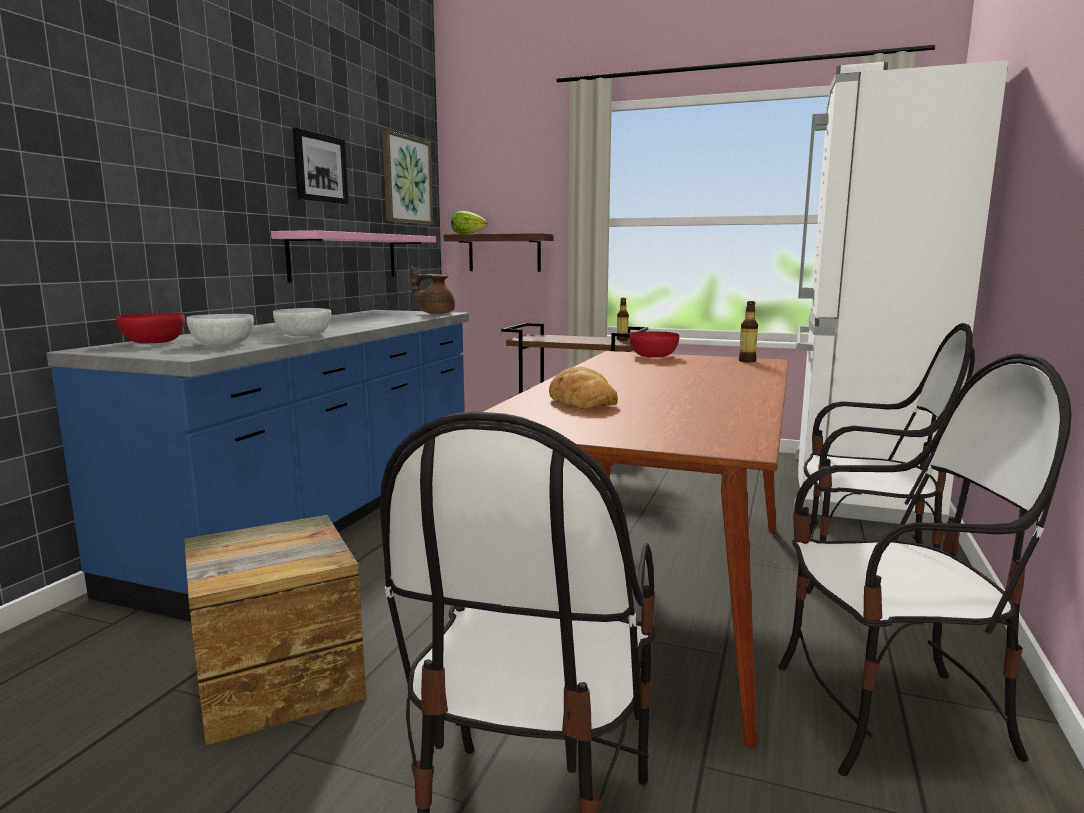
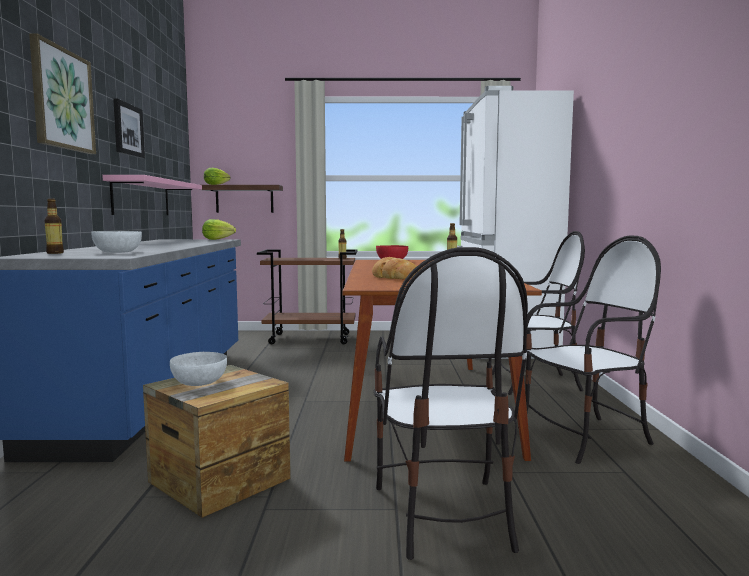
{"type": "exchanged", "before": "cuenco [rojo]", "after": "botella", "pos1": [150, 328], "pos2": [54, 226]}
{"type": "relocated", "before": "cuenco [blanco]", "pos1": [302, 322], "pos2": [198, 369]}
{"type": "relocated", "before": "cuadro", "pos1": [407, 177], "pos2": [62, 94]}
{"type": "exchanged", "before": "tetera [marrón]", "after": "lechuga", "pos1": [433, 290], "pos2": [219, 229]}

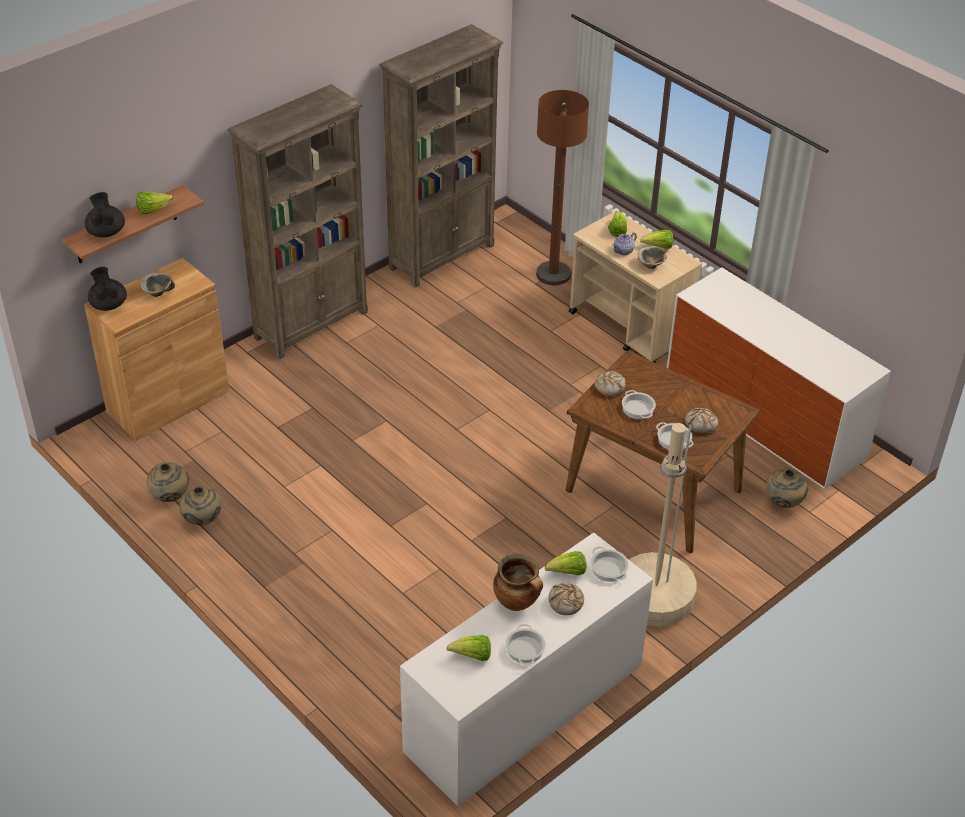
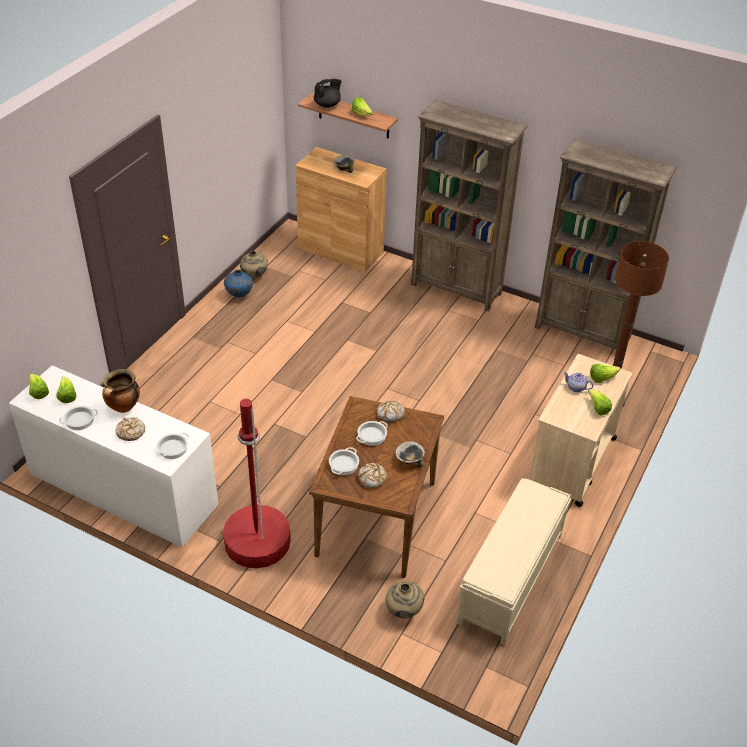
{"type": "missing", "before": "tetera [negro]", "pos1": [107, 289]}
{"type": "colour", "before": "florero [beis]", "after": "florero [azul]", "pos1": [200, 506], "pos2": [238, 283]}
{"type": "relocated", "before": "lechuga", "pos1": [565, 563], "pos2": [39, 386]}
{"type": "colour", "before": "lámpara de pie [beis]", "after": "lámpara de pie [rojo]", "pos1": [663, 524], "pos2": [257, 483]}
{"type": "relocated", "before": "cuenco", "pos1": [652, 257], "pos2": [410, 454]}
{"type": "exchanged", "before": "cómoda", "after": "banco [beis]", "pos1": [779, 378], "pos2": [514, 562]}

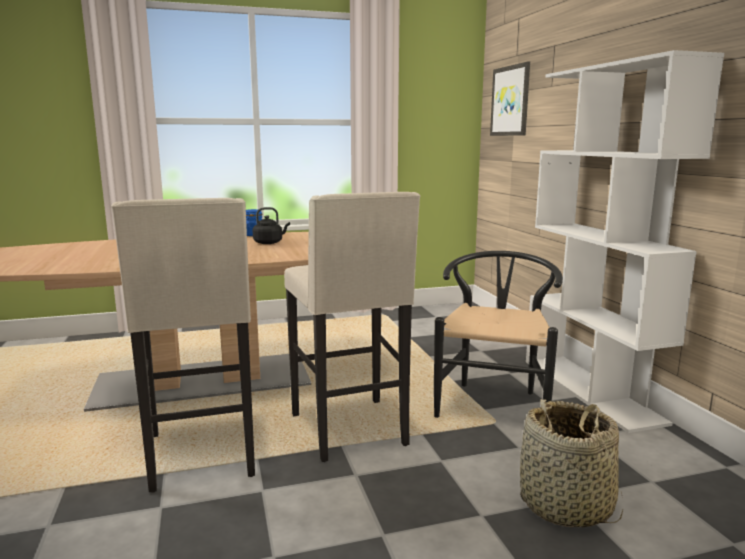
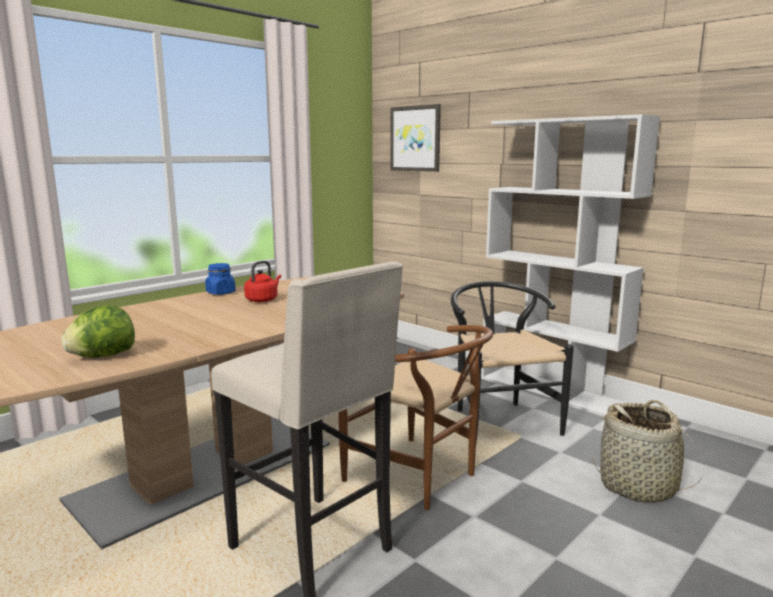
{"type": "colour", "before": "hervidor [negro]", "after": "hervidor [rojo]", "pos1": [271, 225], "pos2": [262, 281]}
{"type": "exchanged", "before": "taburete [beis]", "after": "silla [marrón]", "pos1": [352, 327], "pos2": [415, 417]}
{"type": "appeared", "after": "lechuga", "pos2": [98, 331]}

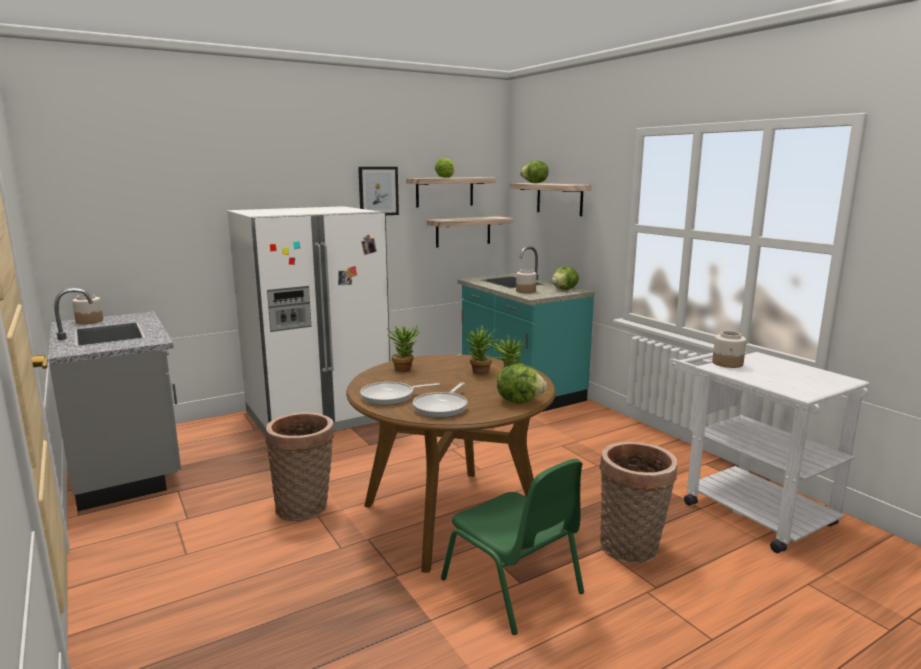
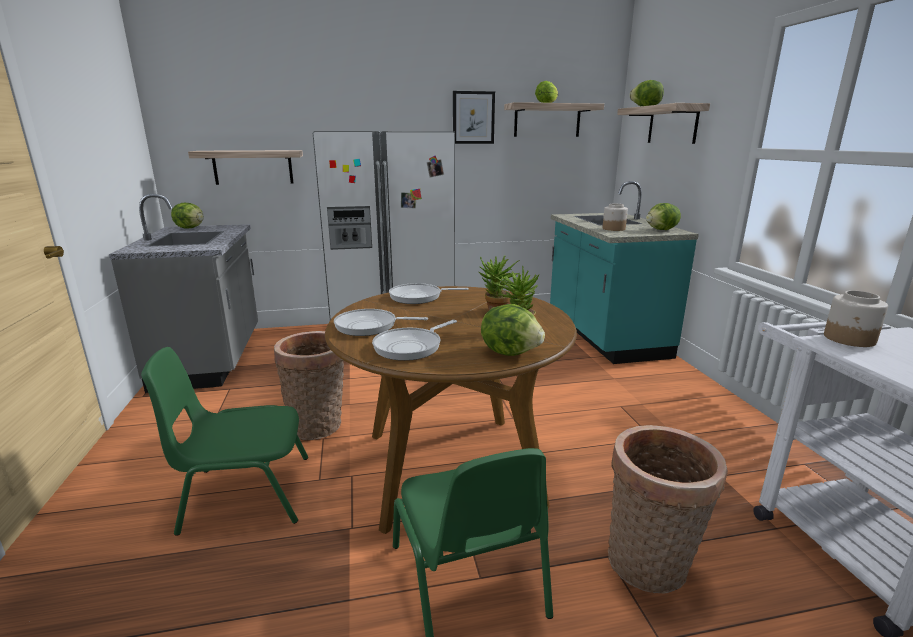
{"type": "exchanged", "before": "tarro", "after": "lechuga", "pos1": [87, 309], "pos2": [187, 215]}
{"type": "exchanged", "before": "planta en maceta", "after": "sartén", "pos1": [402, 348], "pos2": [429, 293]}
{"type": "relocated", "before": "estante", "pos1": [470, 232], "pos2": [245, 167]}
{"type": "appeared", "after": "silla [verde]", "pos2": [224, 441]}

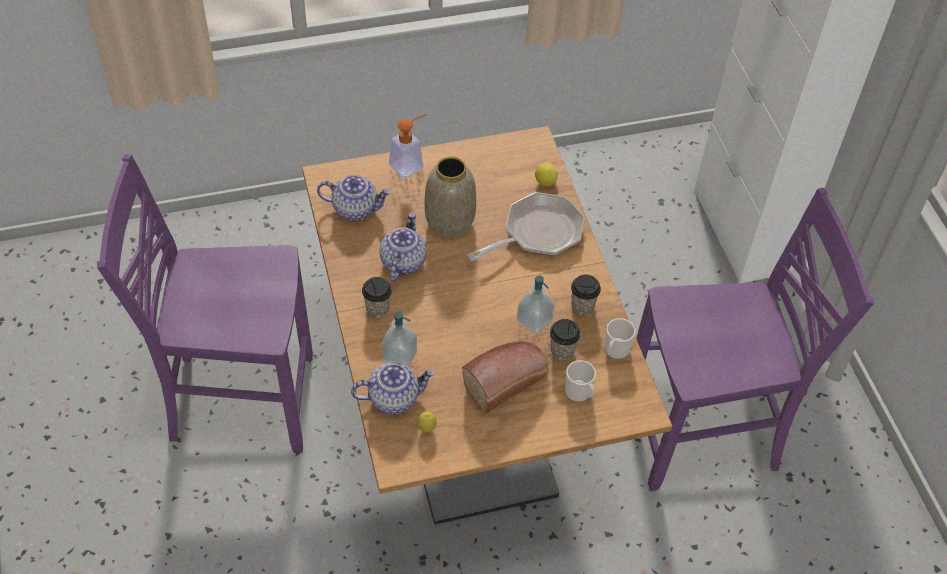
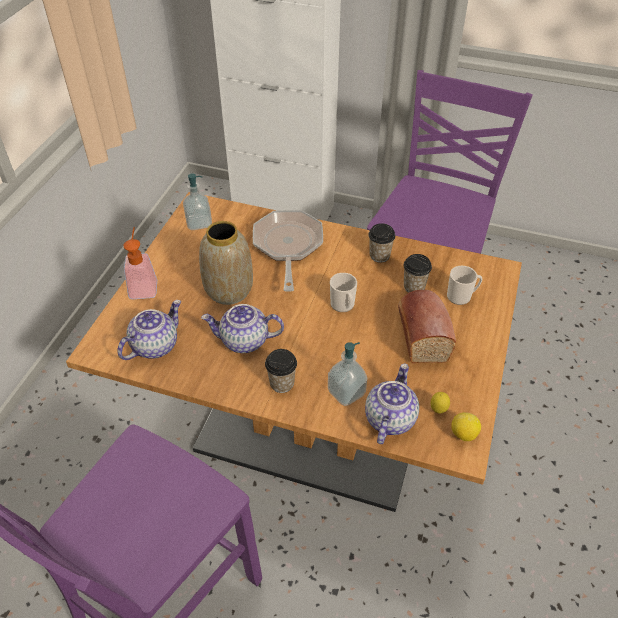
{"type": "spun", "before": "tetera", "pos1": [403, 246], "pos2": [242, 328], "turn": -45}
{"type": "relocated", "before": "dispensador de jabón", "pos1": [536, 304], "pos2": [197, 201]}
{"type": "relocated", "before": "limón", "pos1": [546, 174], "pos2": [466, 426]}
{"type": "relocated", "before": "taza grande", "pos1": [620, 338], "pos2": [343, 292]}

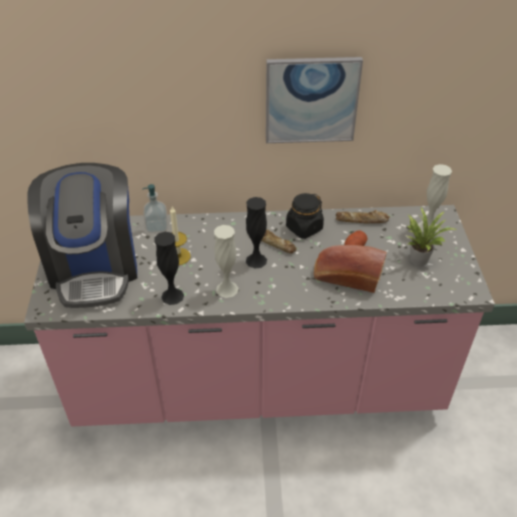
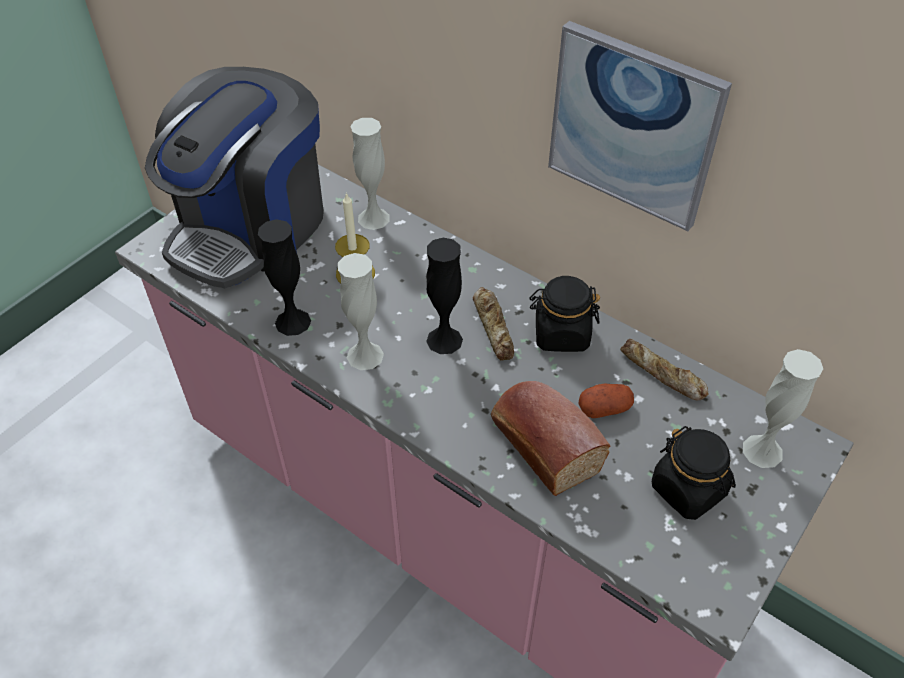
{"type": "exchanged", "before": "dispensador de jabón", "after": "florero [blanco]", "pos1": [155, 208], "pos2": [369, 174]}
{"type": "exchanged", "before": "planta en maceta", "after": "tarro [negro]", "pos1": [432, 237], "pos2": [694, 473]}

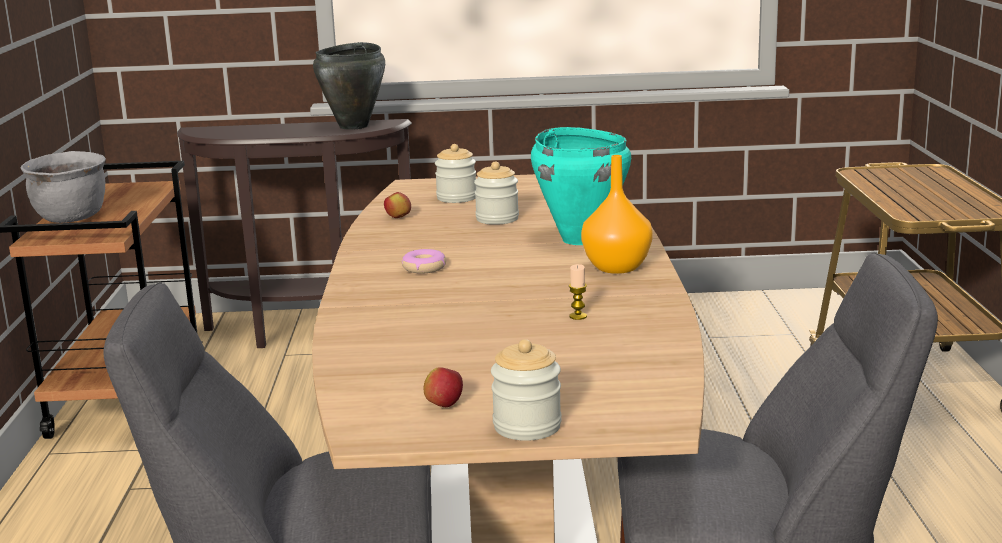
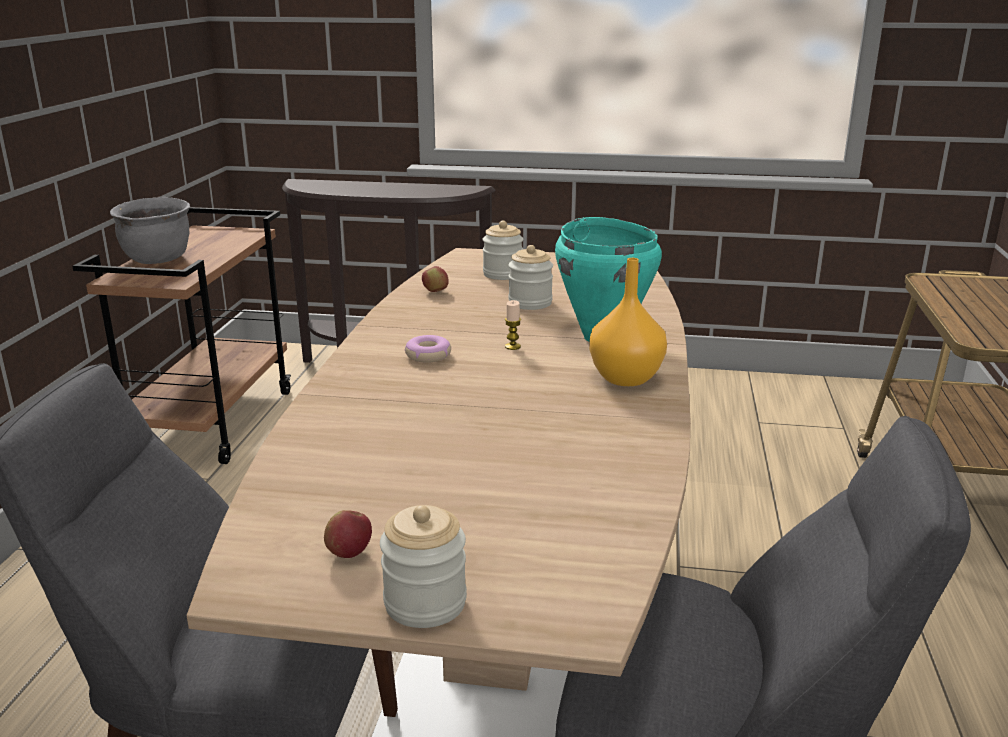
{"type": "missing", "before": "olla [negro]", "pos1": [349, 86]}
{"type": "relocated", "before": "vela", "pos1": [578, 292], "pos2": [513, 325]}

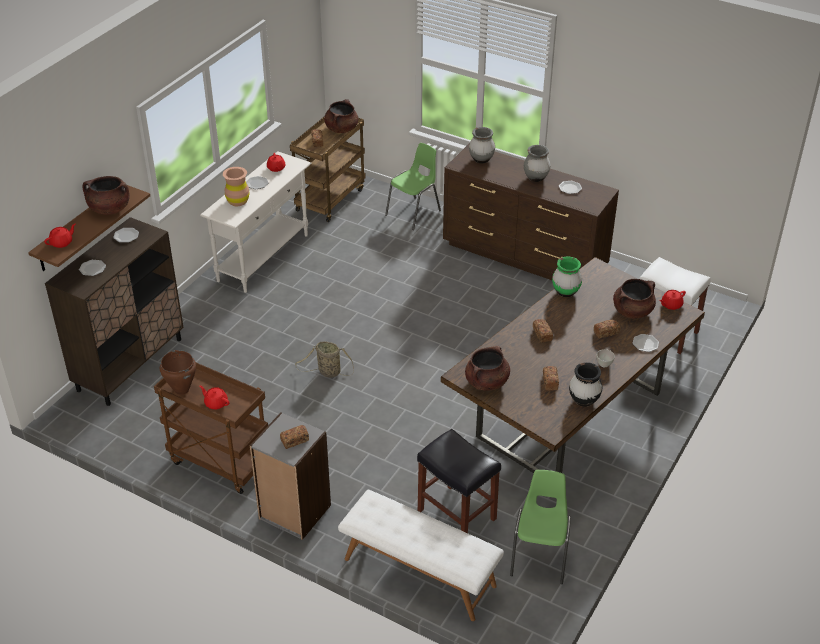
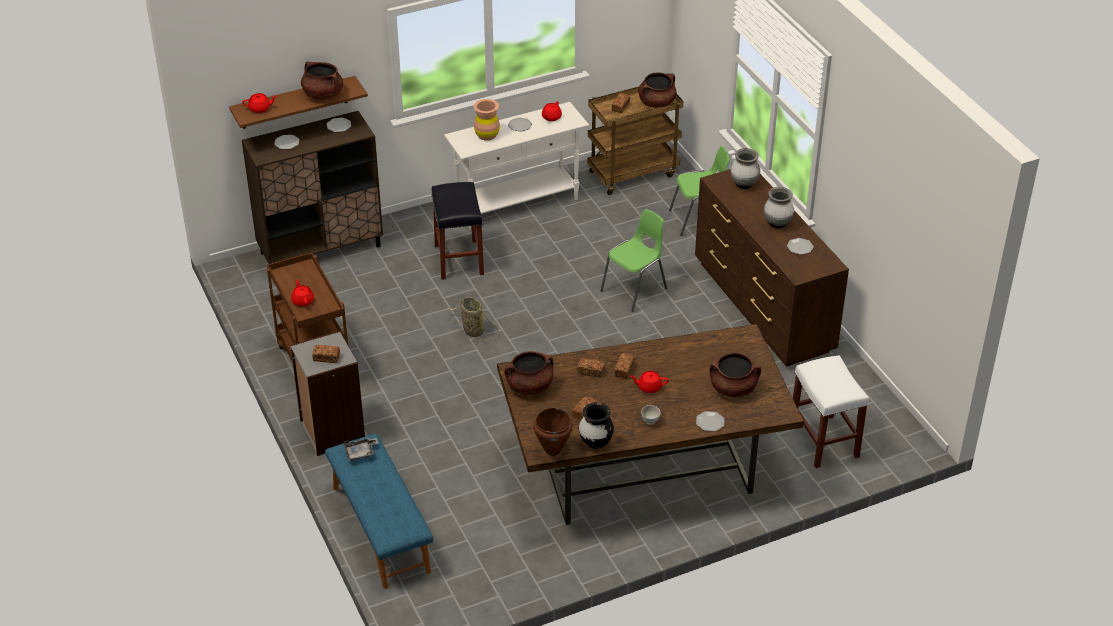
{"type": "relocated", "before": "olla [marrón]", "pos1": [178, 372], "pos2": [553, 431]}
{"type": "colour", "before": "banco [blanco]", "after": "banco [azul]", "pos1": [421, 555], "pos2": [379, 511]}
{"type": "relocated", "before": "taburete [negro]", "pos1": [459, 481], "pos2": [457, 231]}
{"type": "relocated", "before": "silla [verde]", "pos1": [540, 527], "pos2": [633, 260]}
{"type": "missing", "before": "florero [verde]", "pos1": [567, 277]}
{"type": "relocated", "before": "pan", "pos1": [607, 329], "pos2": [591, 368]}
{"type": "relocated", "before": "tetera [rojo]", "pos1": [673, 300], "pos2": [649, 382]}
{"type": "appeared", "after": "bandeja [gris]", "pos2": [361, 449]}

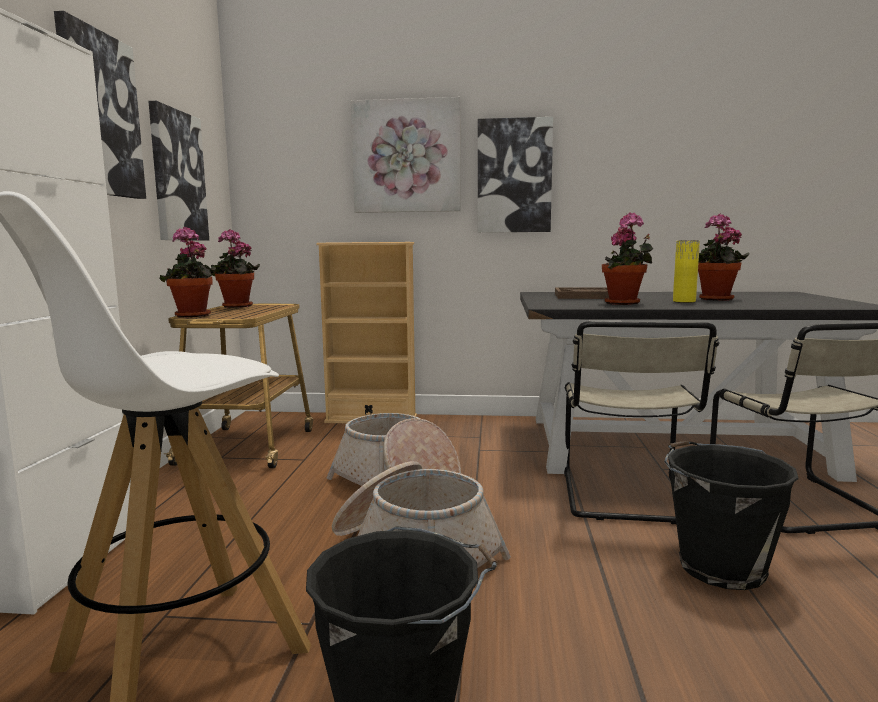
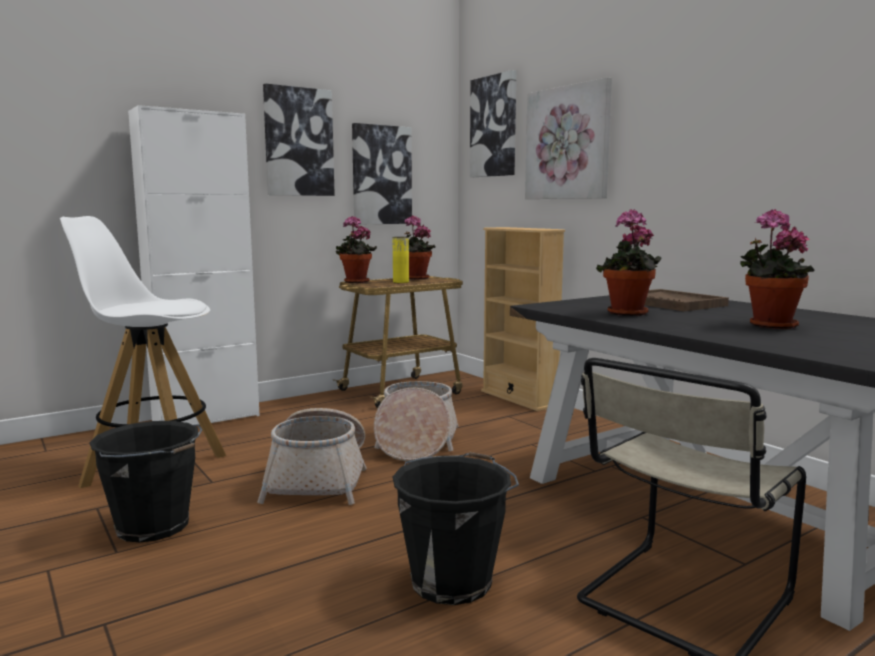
{"type": "relocated", "before": "cuadro", "pos1": [515, 175], "pos2": [493, 123]}
{"type": "missing", "before": "silla [beis]", "pos1": [641, 422]}
{"type": "relocated", "before": "florero [amarillo]", "pos1": [686, 271], "pos2": [401, 260]}

